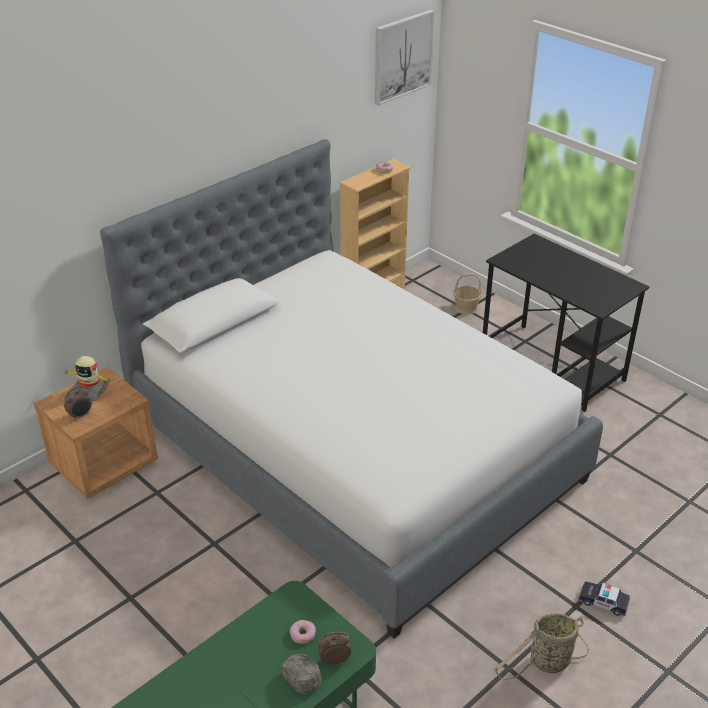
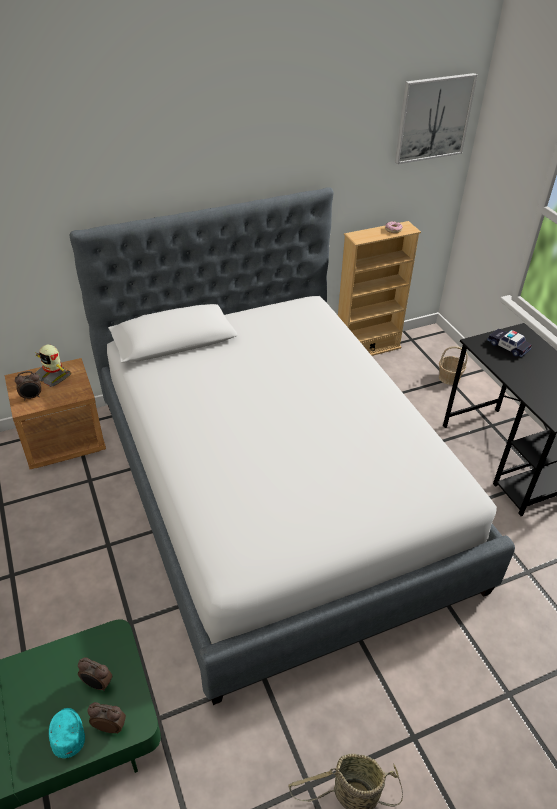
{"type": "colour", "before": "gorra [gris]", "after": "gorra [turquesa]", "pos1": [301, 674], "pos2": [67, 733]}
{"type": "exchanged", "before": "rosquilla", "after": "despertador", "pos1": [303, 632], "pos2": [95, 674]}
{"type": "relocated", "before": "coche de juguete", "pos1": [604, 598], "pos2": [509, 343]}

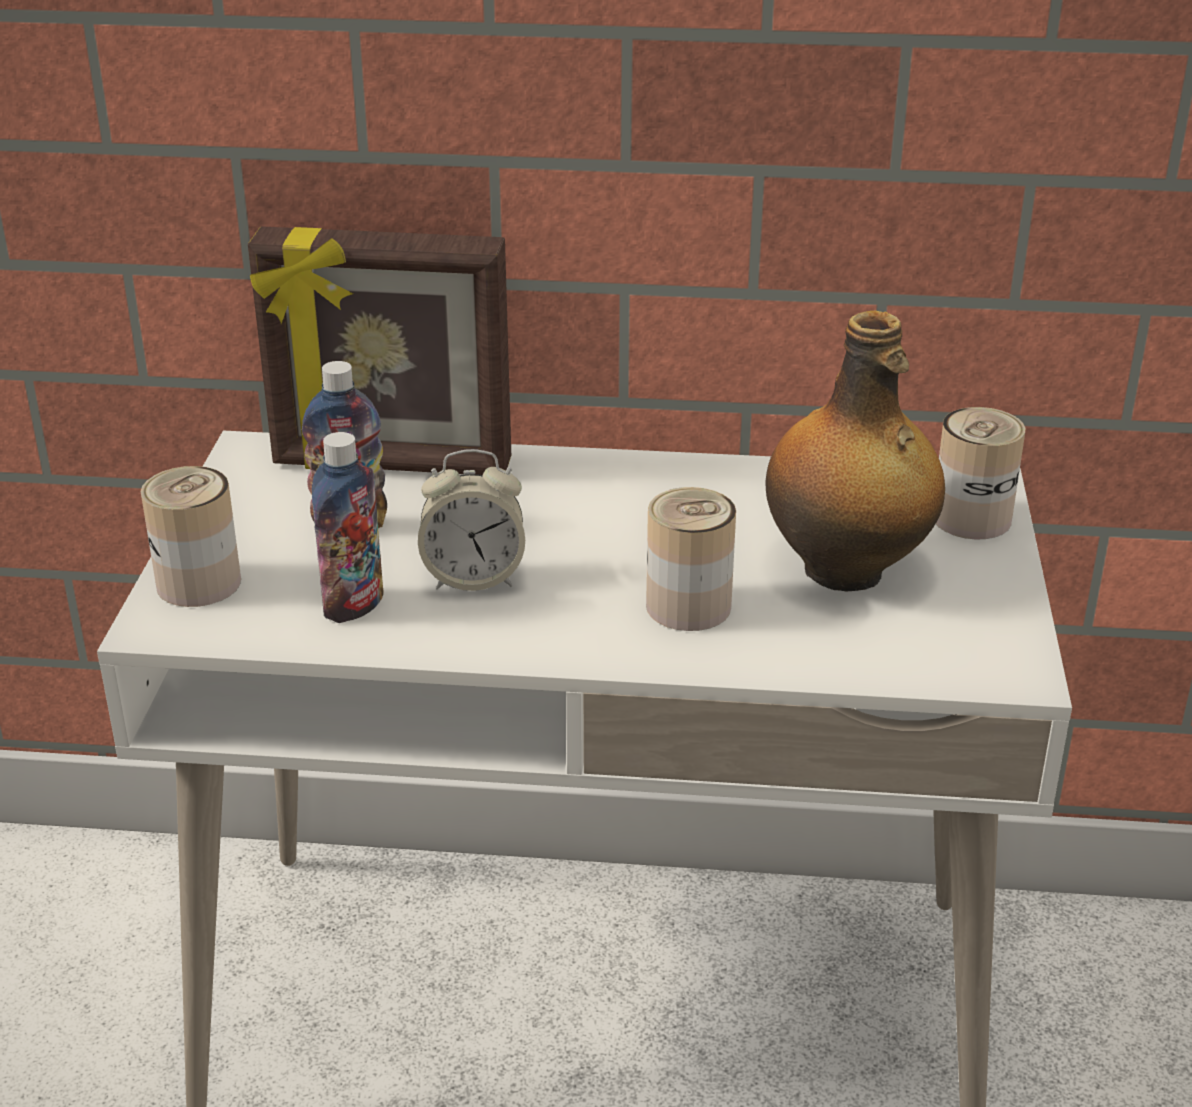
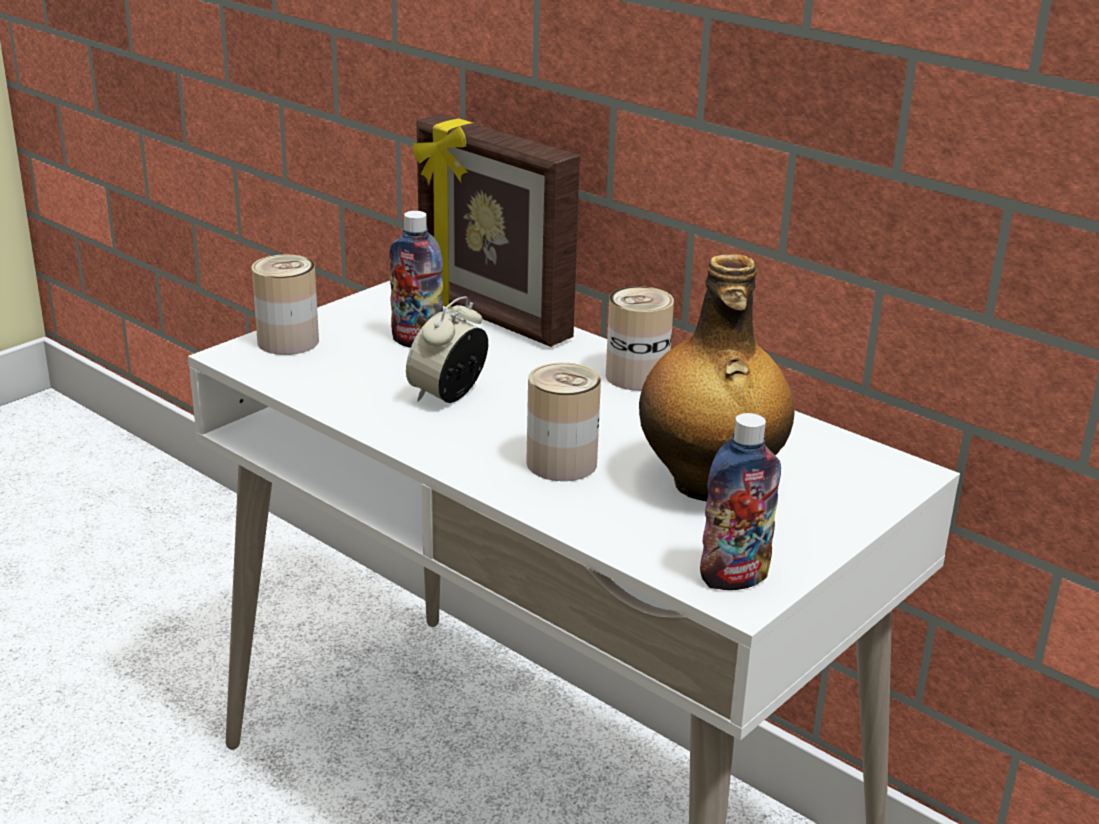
{"type": "relocated", "before": "botella", "pos1": [347, 527], "pos2": [740, 501]}
{"type": "spun", "before": "despertador", "pos1": [471, 520], "pos2": [447, 349], "turn": 90}
{"type": "relocated", "before": "lata", "pos1": [980, 473], "pos2": [640, 338]}

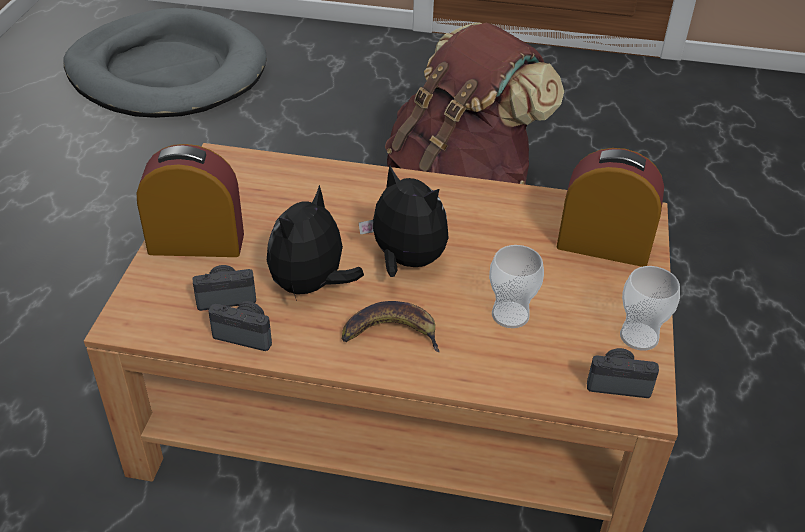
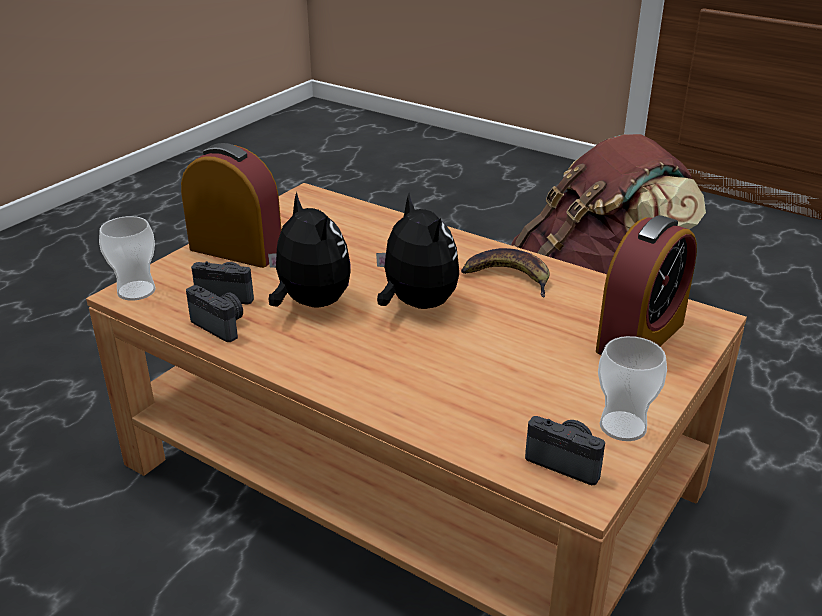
{"type": "missing", "before": "cama para perro [gris]", "pos1": [165, 63]}
{"type": "spun", "before": "peluche", "pos1": [315, 243], "pos2": [309, 250], "turn": 90}
{"type": "relocated", "before": "plátano", "pos1": [390, 326], "pos2": [505, 272]}
{"type": "relocated", "before": "taza", "pos1": [516, 286], "pos2": [127, 258]}
{"type": "spun", "before": "despertador", "pos1": [610, 207], "pos2": [646, 285], "turn": 90}

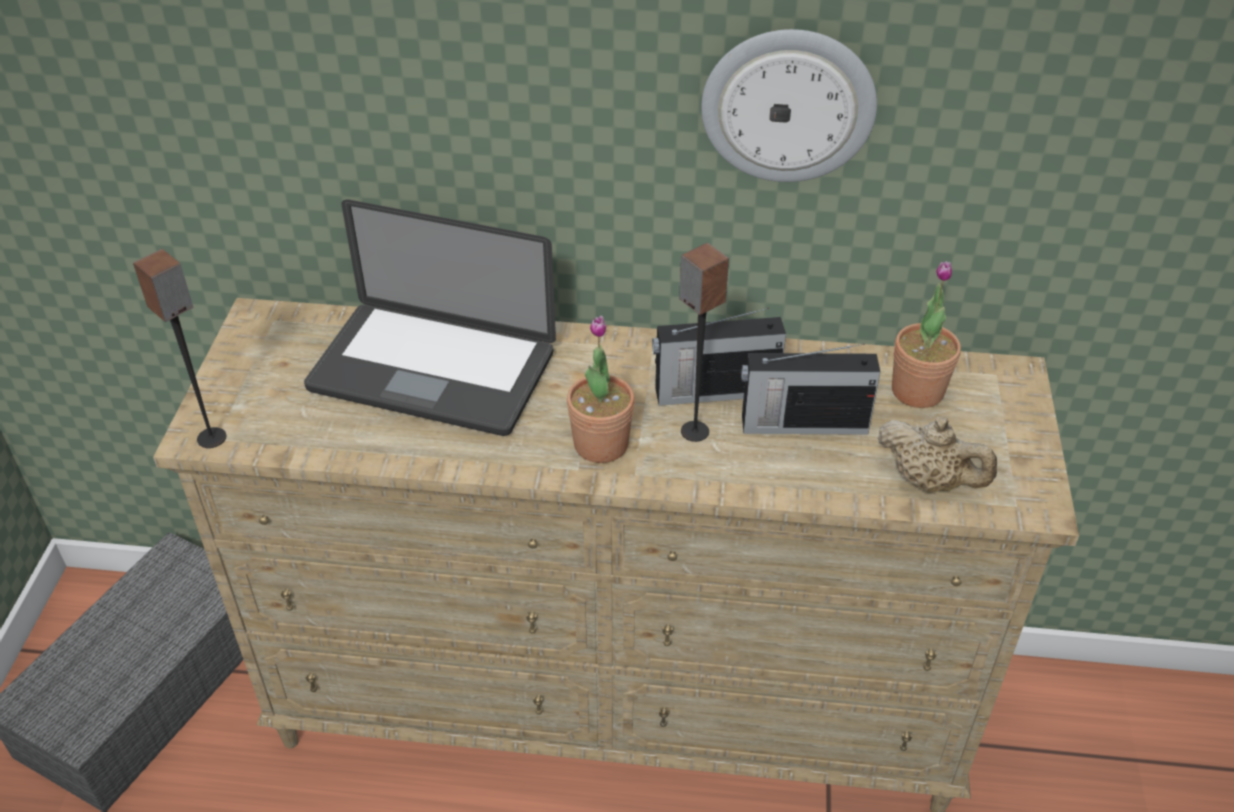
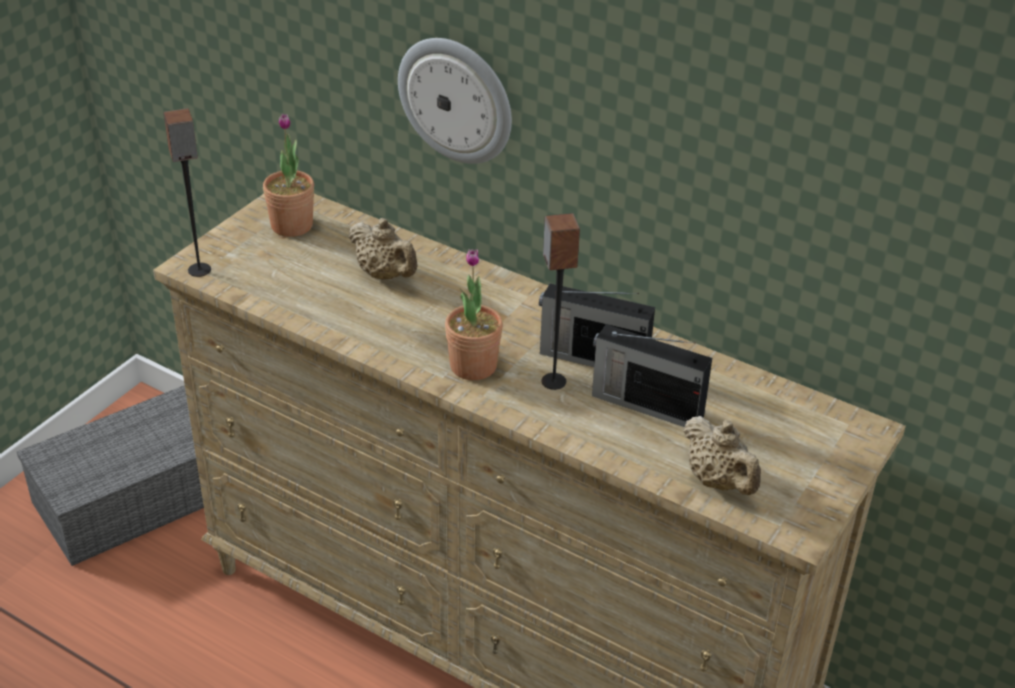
{"type": "exchanged", "before": "portátil", "after": "tetera [beis]", "pos1": [430, 317], "pos2": [383, 249]}
{"type": "relocated", "before": "reloj de pared", "pos1": [789, 105], "pos2": [455, 101]}
{"type": "relocated", "before": "planta en maceta", "pos1": [926, 334], "pos2": [288, 175]}

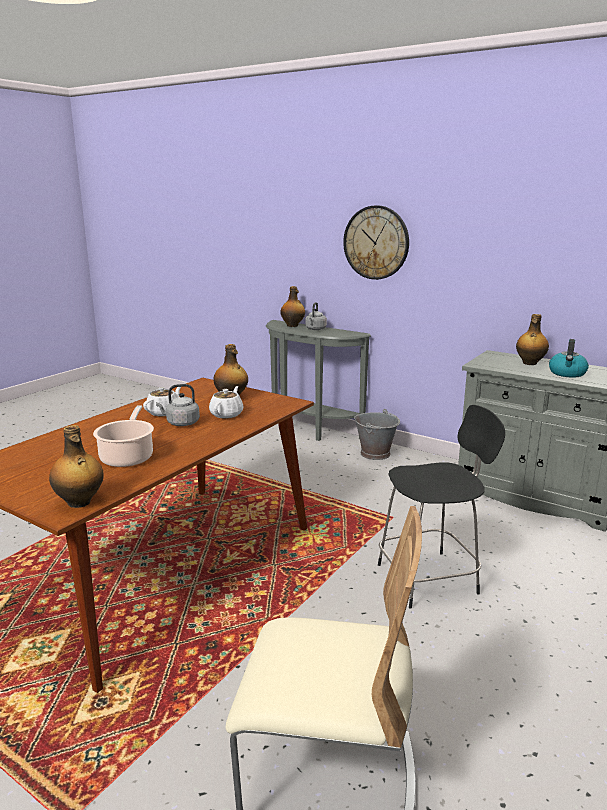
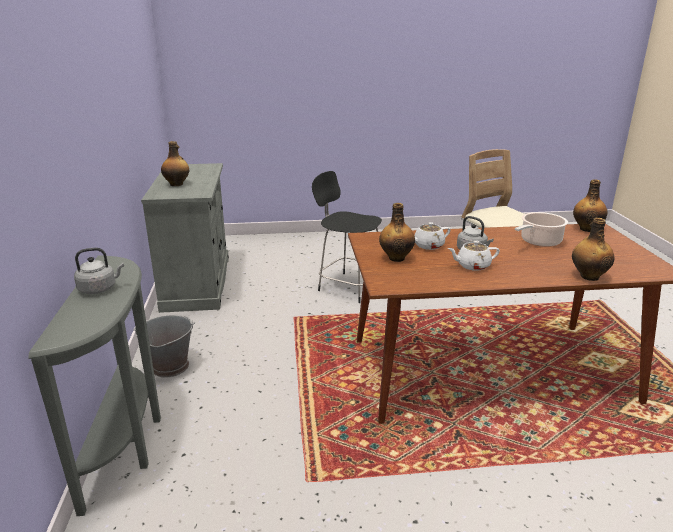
{"type": "relocated", "before": "botella", "pos1": [292, 306], "pos2": [593, 249]}
{"type": "missing", "before": "reloj de pared", "pos1": [376, 242]}
{"type": "missing", "before": "hervidor", "pos1": [569, 358]}

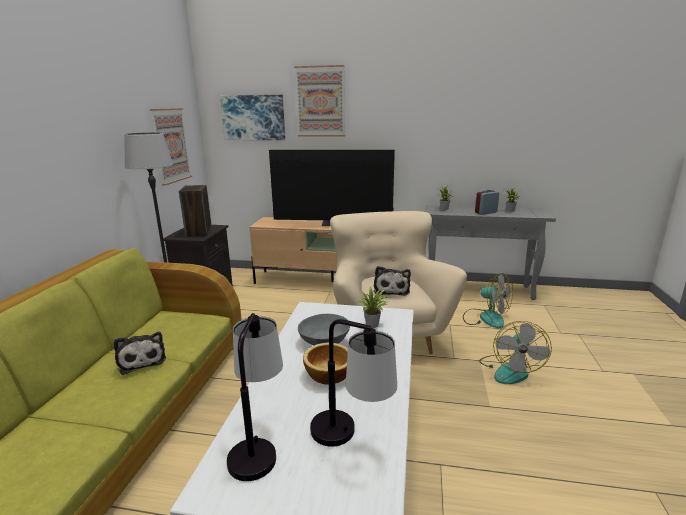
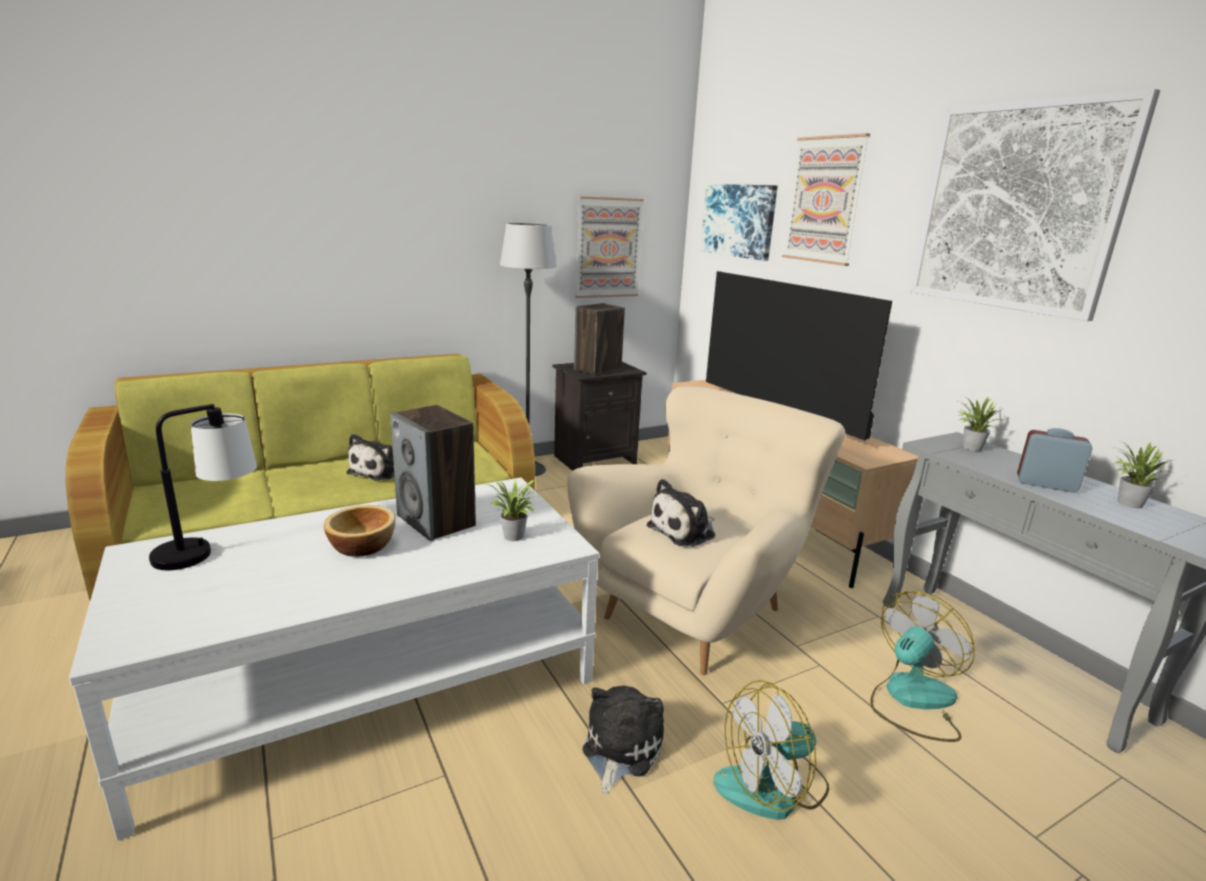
{"type": "exchanged", "before": "cuenco [gris]", "after": "altavoz", "pos1": [324, 329], "pos2": [433, 473]}
{"type": "missing", "before": "lámpara de mesa", "pos1": [353, 383]}
{"type": "spun", "before": "ventilador", "pos1": [488, 300], "pos2": [922, 666], "turn": -135}
{"type": "appeared", "after": "peluche", "pos2": [623, 740]}
{"type": "appeared", "after": "cuadro", "pos2": [1035, 205]}

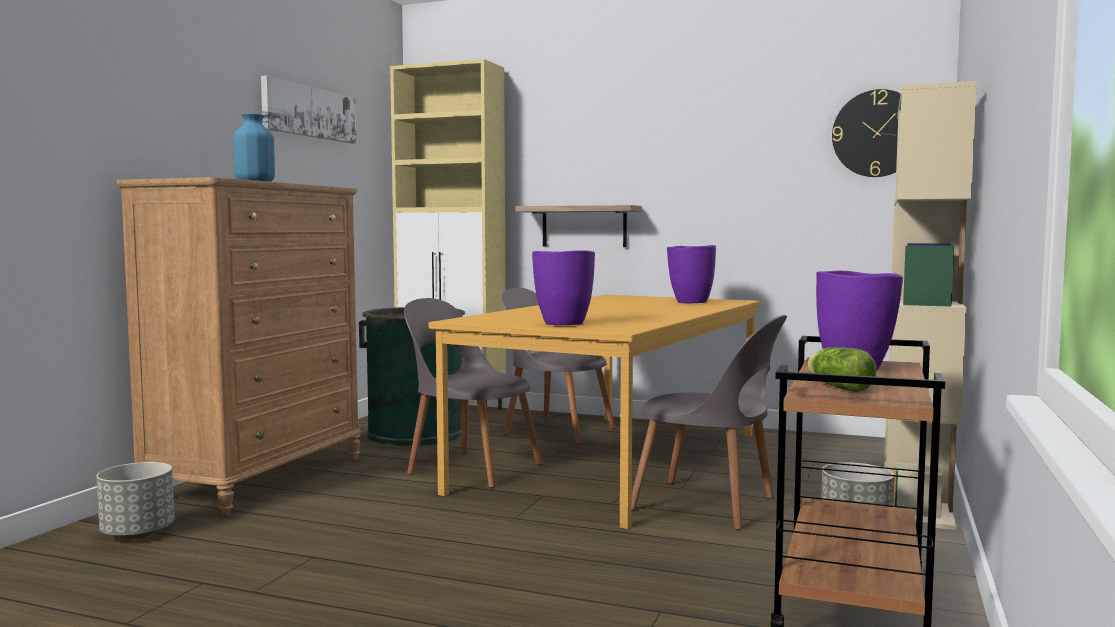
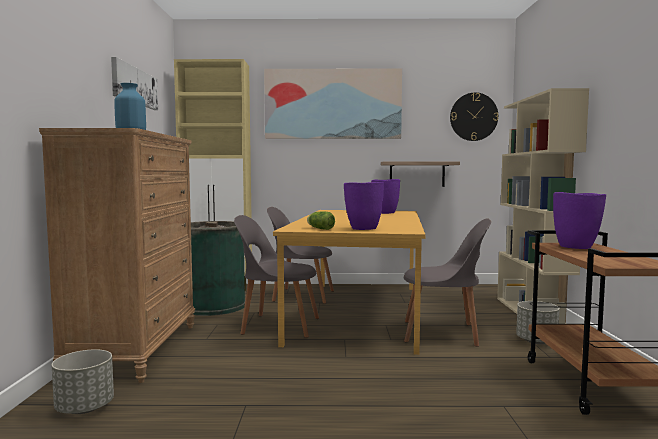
{"type": "relocated", "before": "estante", "pos1": [579, 226], "pos2": [420, 174]}
{"type": "relocated", "before": "lechuga", "pos1": [842, 369], "pos2": [321, 221]}
{"type": "appeared", "after": "cuadro", "pos2": [333, 104]}

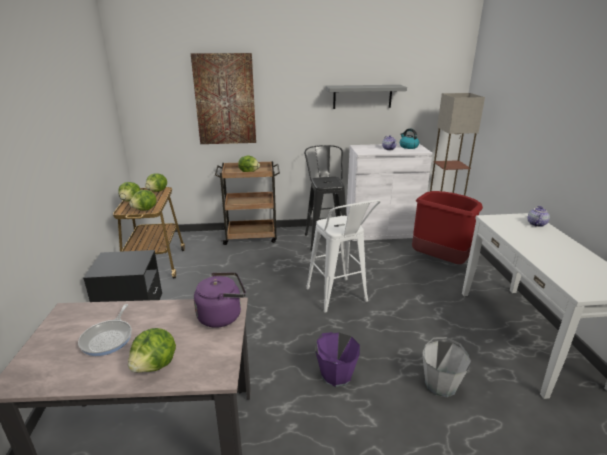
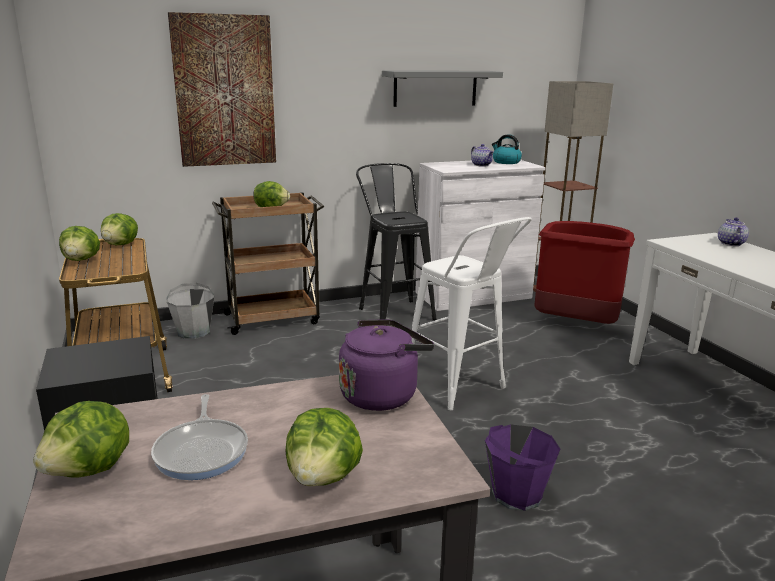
{"type": "relocated", "before": "lechuga", "pos1": [143, 200], "pos2": [81, 439]}
{"type": "relocated", "before": "cubo [gris]", "pos1": [446, 367], "pos2": [190, 311]}

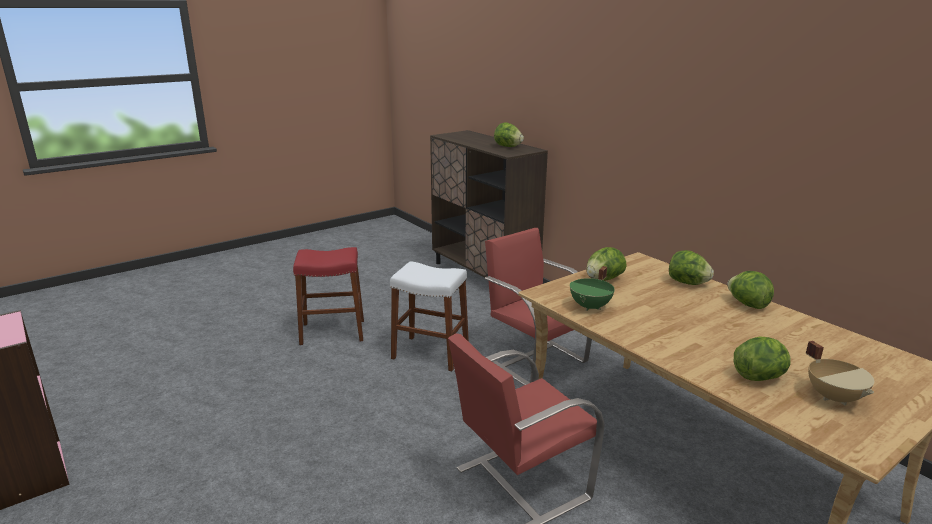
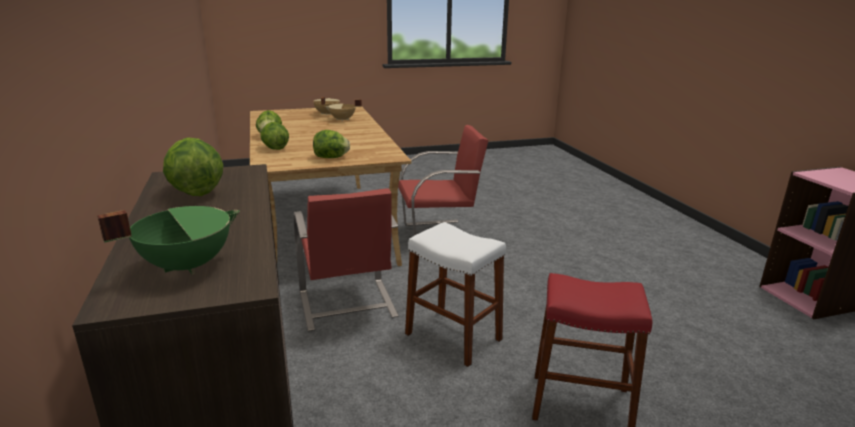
{"type": "relocated", "before": "olla [verde]", "pos1": [592, 288], "pos2": [168, 240]}
{"type": "exchanged", "before": "lechuga", "after": "olla [beis]", "pos1": [762, 358], "pos2": [343, 110]}

